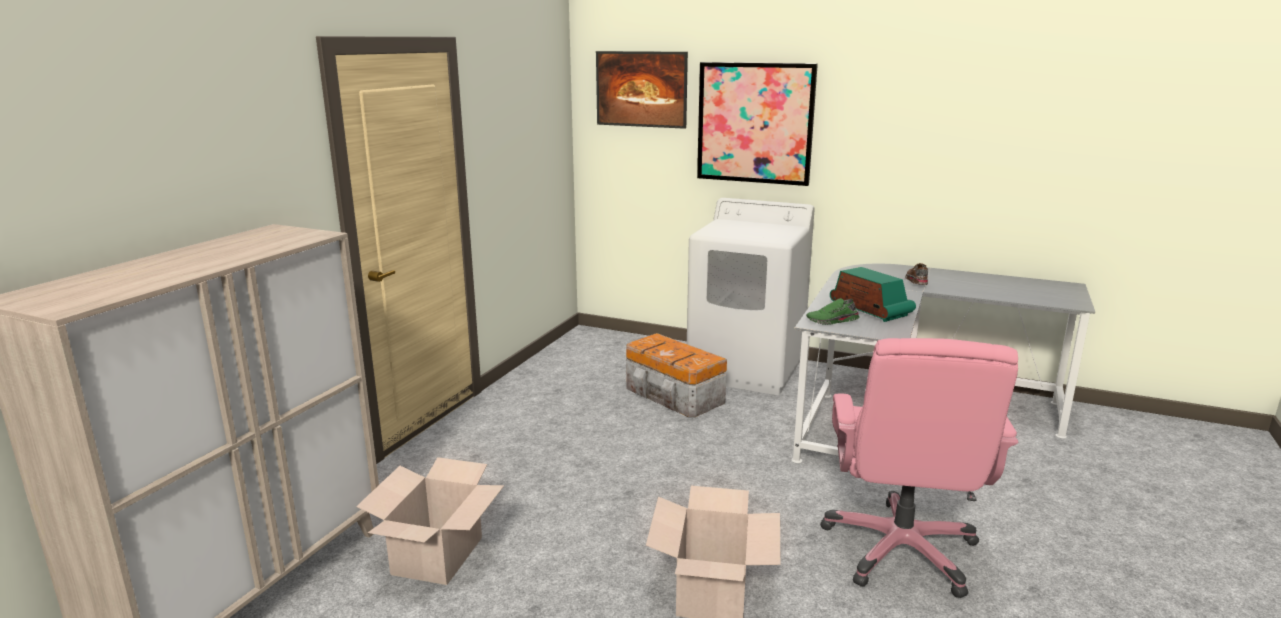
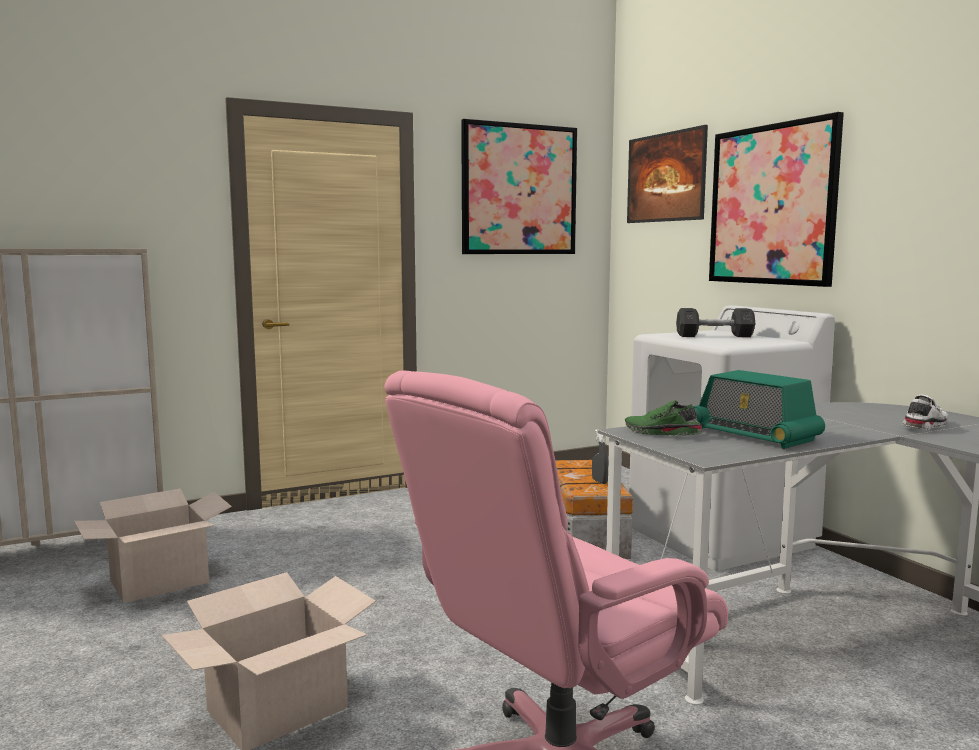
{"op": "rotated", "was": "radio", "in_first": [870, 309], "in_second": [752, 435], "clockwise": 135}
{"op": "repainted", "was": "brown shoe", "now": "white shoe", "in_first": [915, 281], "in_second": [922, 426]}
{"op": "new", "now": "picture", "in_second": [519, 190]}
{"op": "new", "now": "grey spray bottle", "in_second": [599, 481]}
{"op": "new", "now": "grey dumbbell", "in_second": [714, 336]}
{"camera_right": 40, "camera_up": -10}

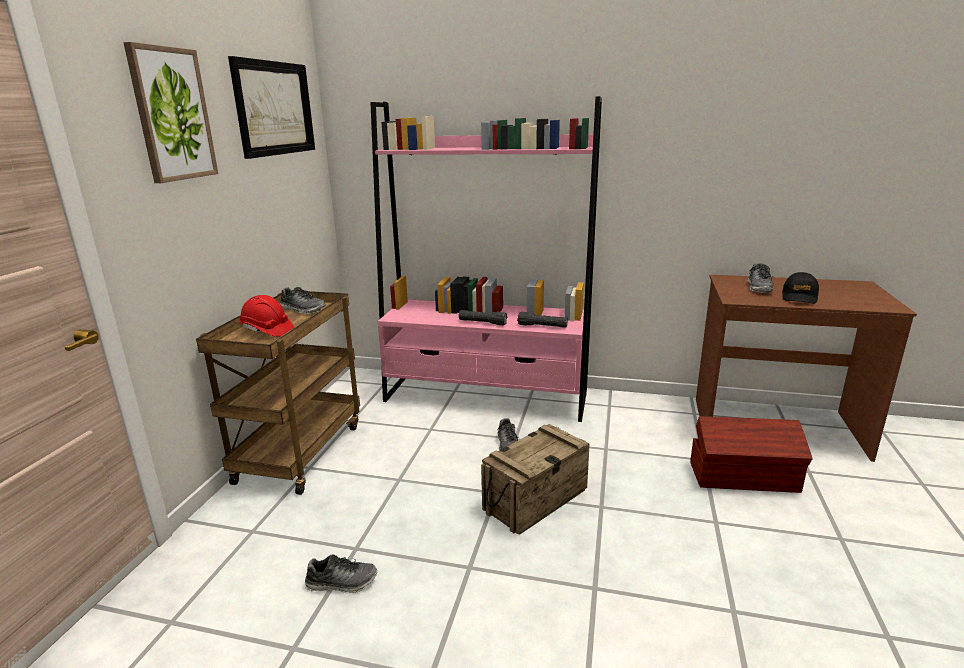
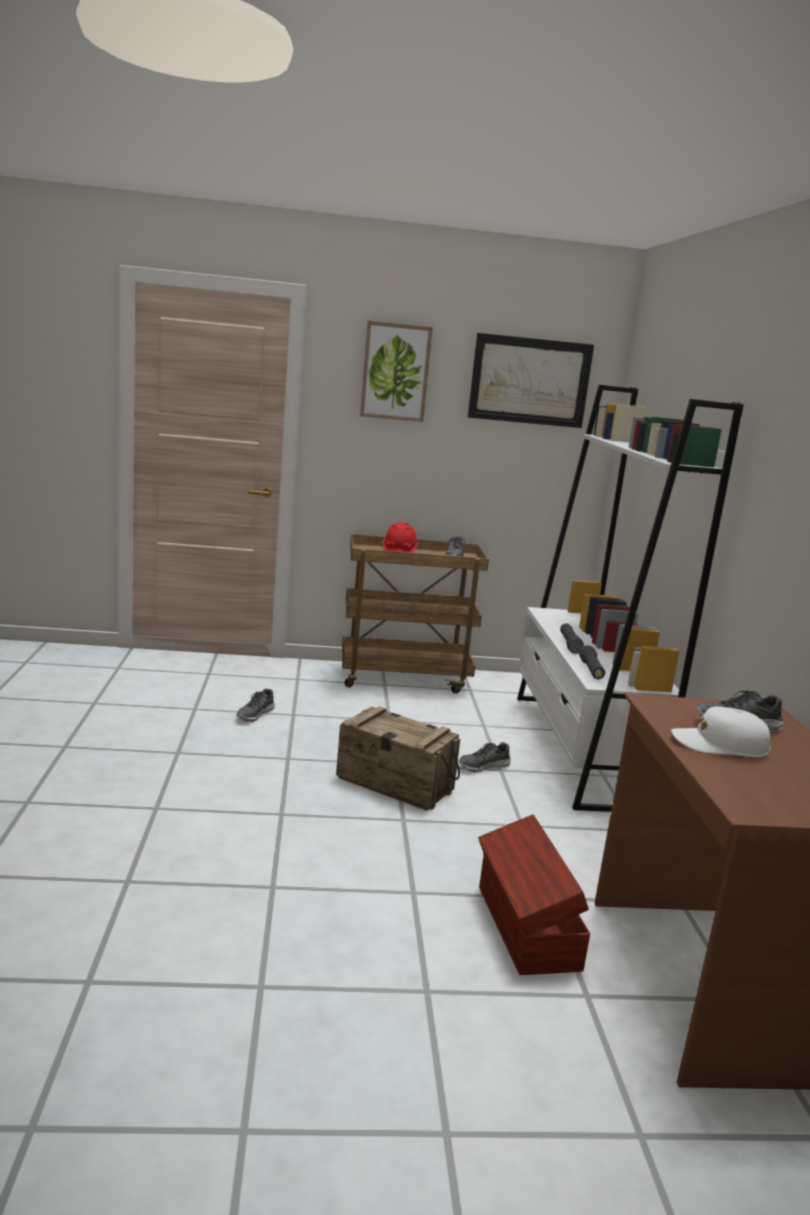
{"op": "rotated", "was": "shoe", "in_first": [342, 583], "in_second": [255, 714], "clockwise": 45}
{"op": "repainted", "was": "pink bookcase", "now": "white bookcase", "in_first": [486, 396], "in_second": [580, 749]}
{"op": "repainted", "was": "black cap", "now": "white cap", "in_first": [799, 297], "in_second": [719, 745]}
{"camera_right": 70, "camera_up": -5}

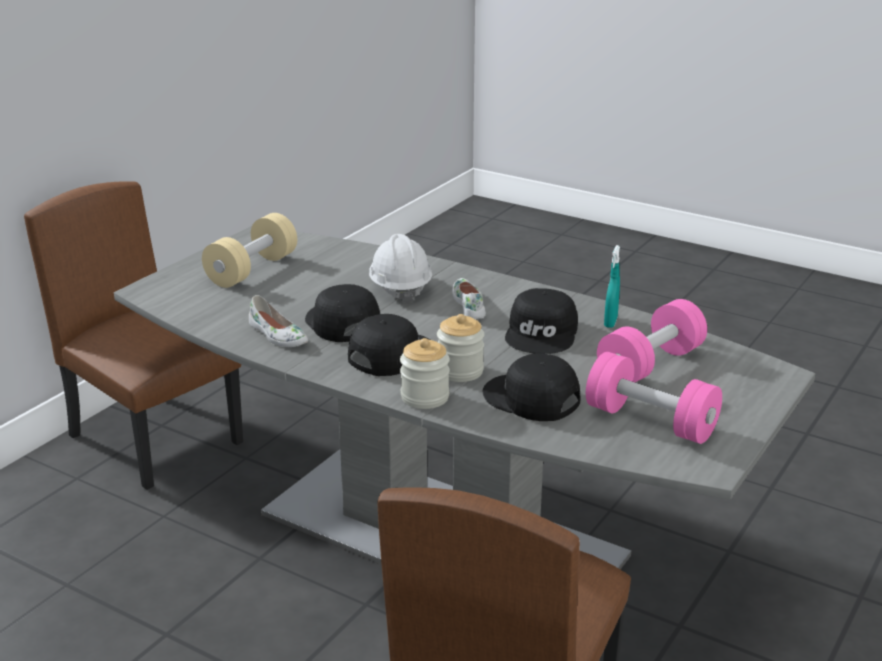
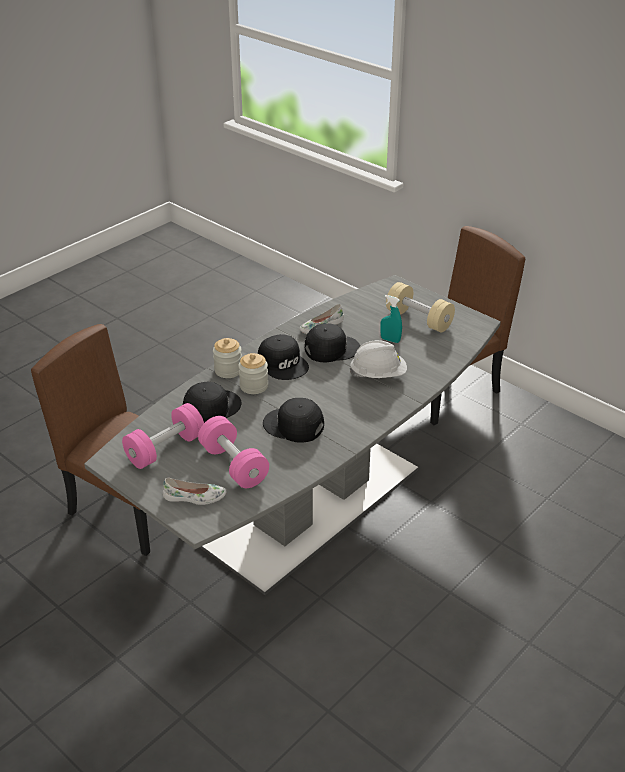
{"op": "shifted", "was": "white shoe", "in_first": [469, 304], "in_second": [194, 497]}
{"op": "shifted", "was": "turquoise spray bottle", "in_first": [610, 322], "in_second": [390, 340]}
{"camera_right": 100, "camera_up": 10}

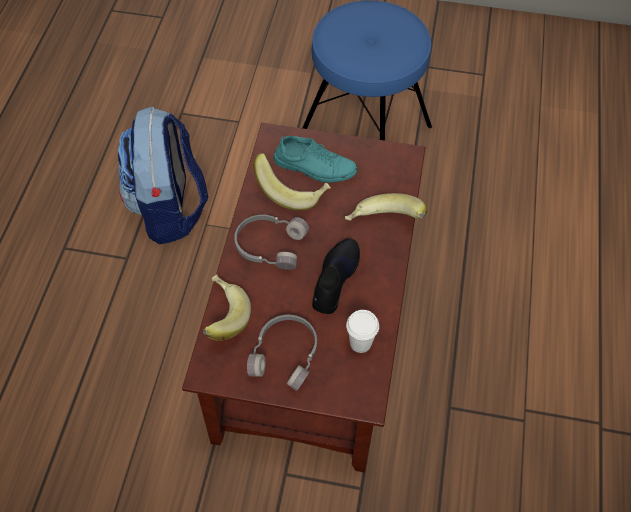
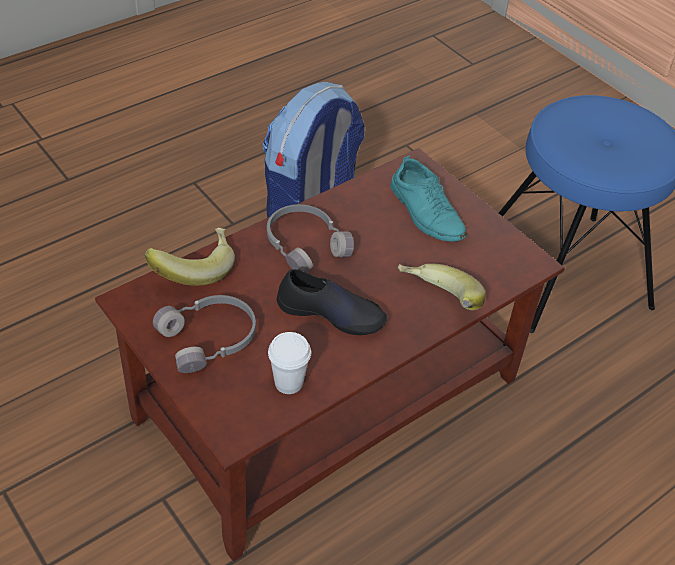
{"op": "gone", "was": "banana", "in_first": [292, 191]}
{"op": "rotated", "was": "black shoe", "in_first": [335, 279], "in_second": [331, 313], "clockwise": 45}
{"camera_right": 40, "camera_up": -10}

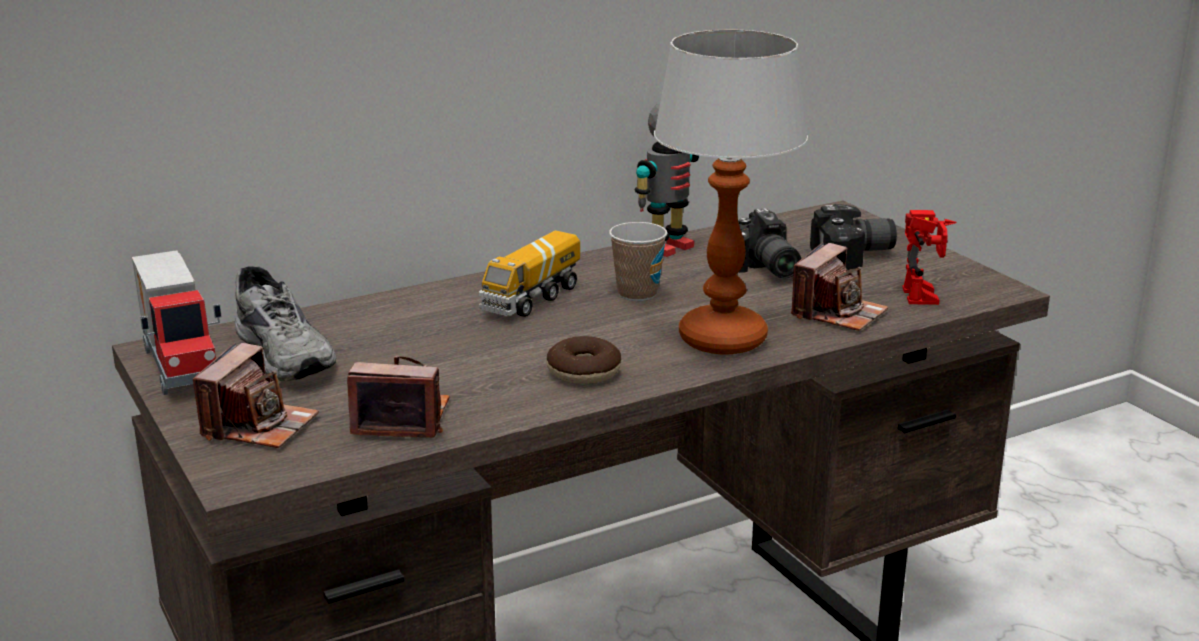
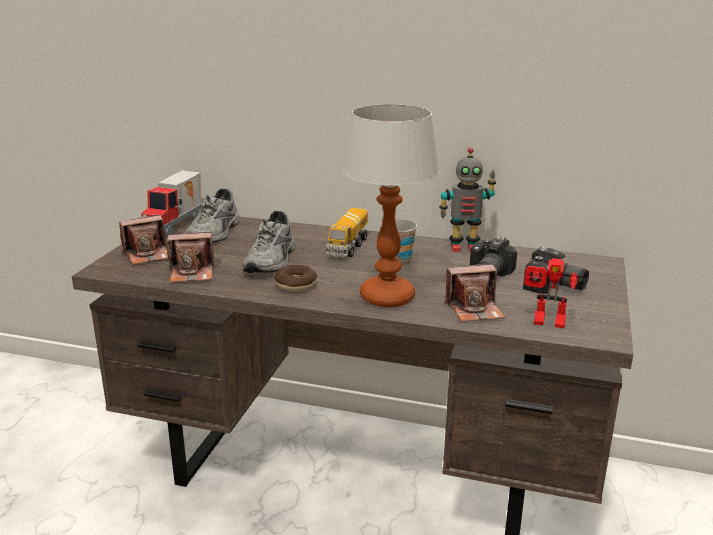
{"op": "rotated", "was": "photo camera", "in_first": [402, 419], "in_second": [192, 273], "clockwise": 120}
{"op": "rotated", "was": "toy truck", "in_first": [531, 299], "in_second": [347, 247], "clockwise": -60}
{"op": "rotated", "was": "toy robot", "in_first": [927, 297], "in_second": [546, 323], "clockwise": 60}
{"op": "new", "now": "grey shoe", "in_second": [273, 260]}
{"camera_right": 45, "camera_up": 0}

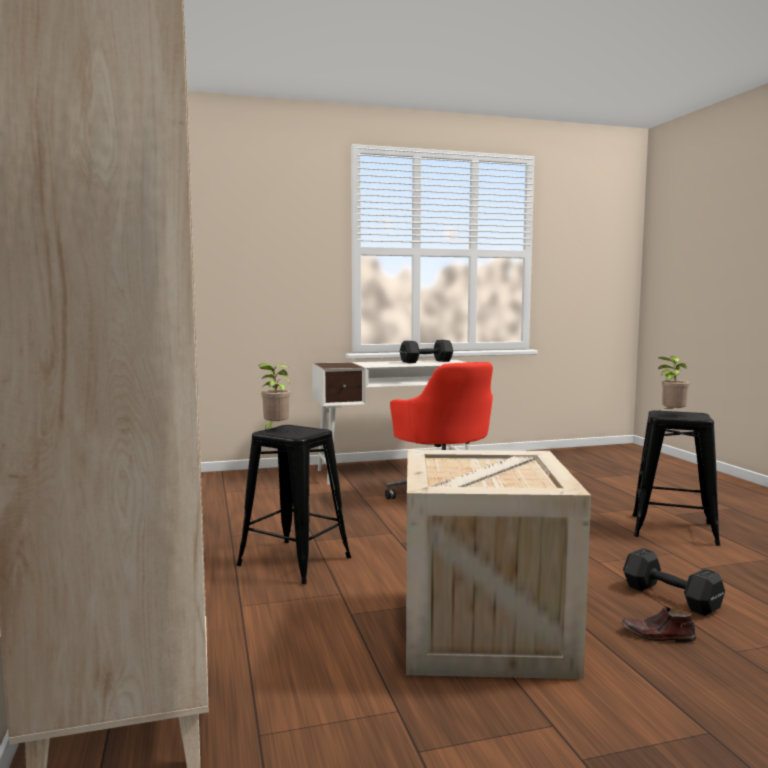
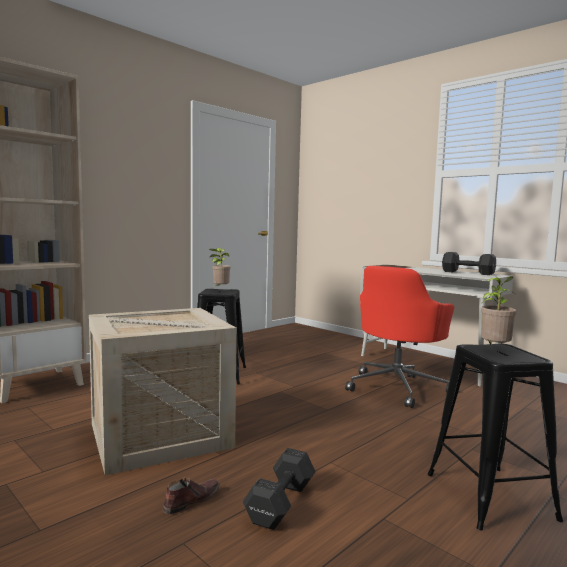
{"op": "rotated", "was": "brown shoe", "in_first": [657, 636], "in_second": [191, 500], "clockwise": 60}
{"camera_right": 60, "camera_up": 0}

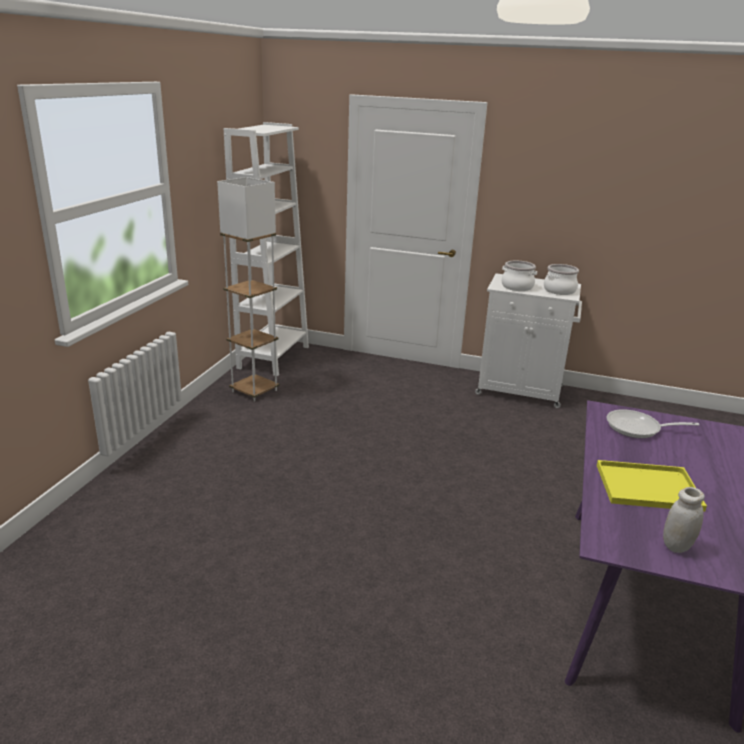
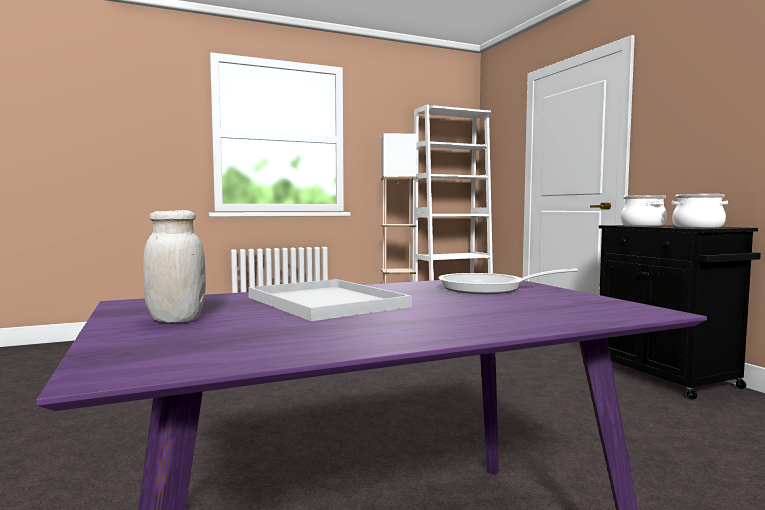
{"op": "repainted", "was": "white cabinet", "now": "black cabinet", "in_first": [521, 390], "in_second": [667, 377]}
{"op": "repainted", "was": "yellow tray", "now": "white tray", "in_first": [646, 487], "in_second": [323, 301]}
{"op": "rotated", "was": "frying pan", "in_first": [638, 428], "in_second": [489, 288], "clockwise": -60}
{"camera_right": 50, "camera_up": -20}

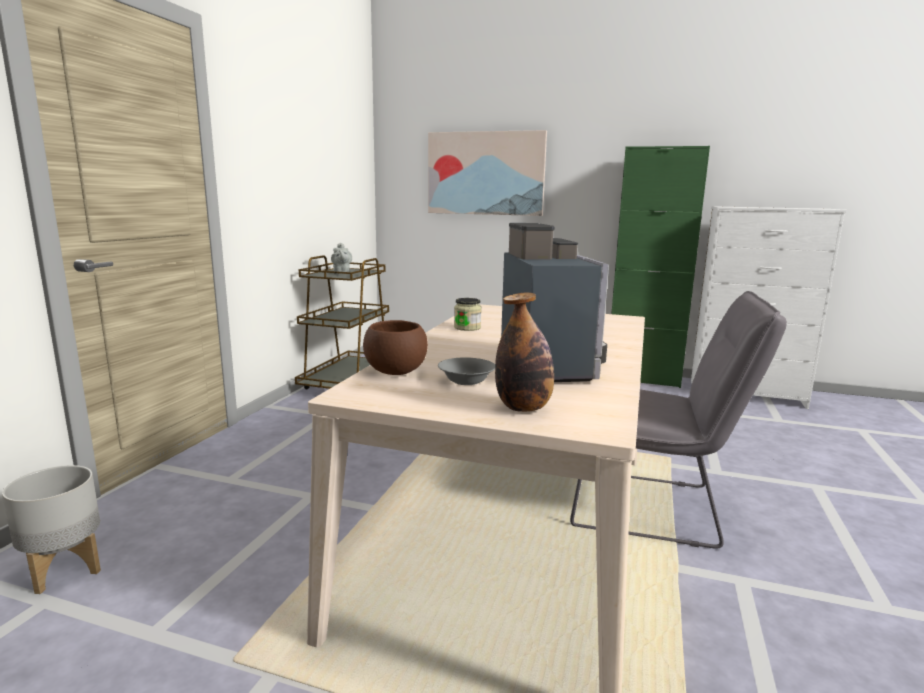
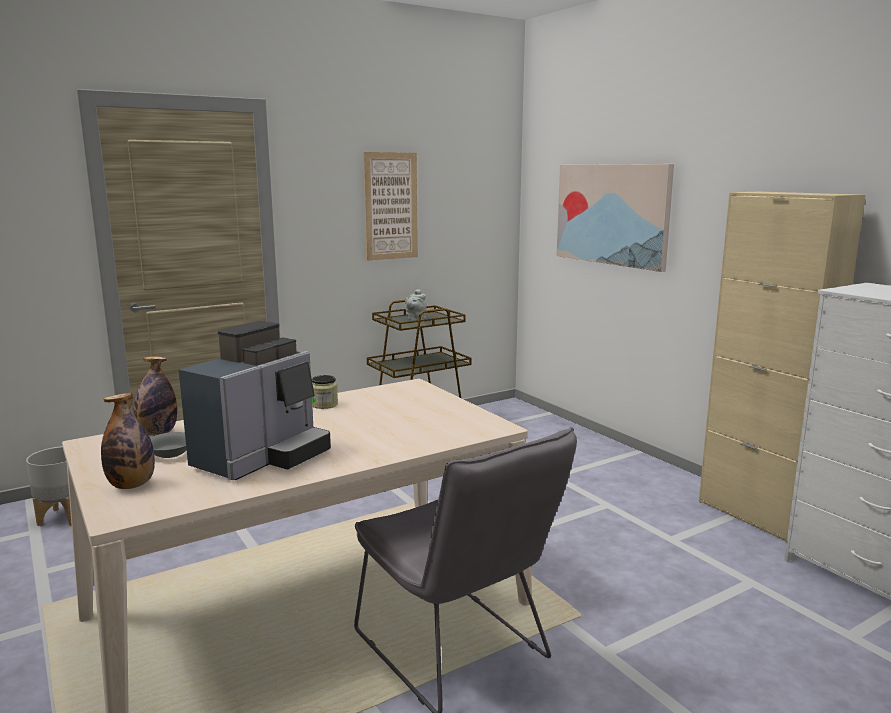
{"op": "swapped", "was": "brown bowl", "now": "bottle", "in_first": [395, 372], "in_second": [157, 433]}
{"op": "repainted", "was": "green cabinet", "now": "beige cabinet", "in_first": [642, 379], "in_second": [754, 515]}
{"op": "new", "now": "picture", "in_second": [391, 206]}
{"camera_right": 40, "camera_up": 0}

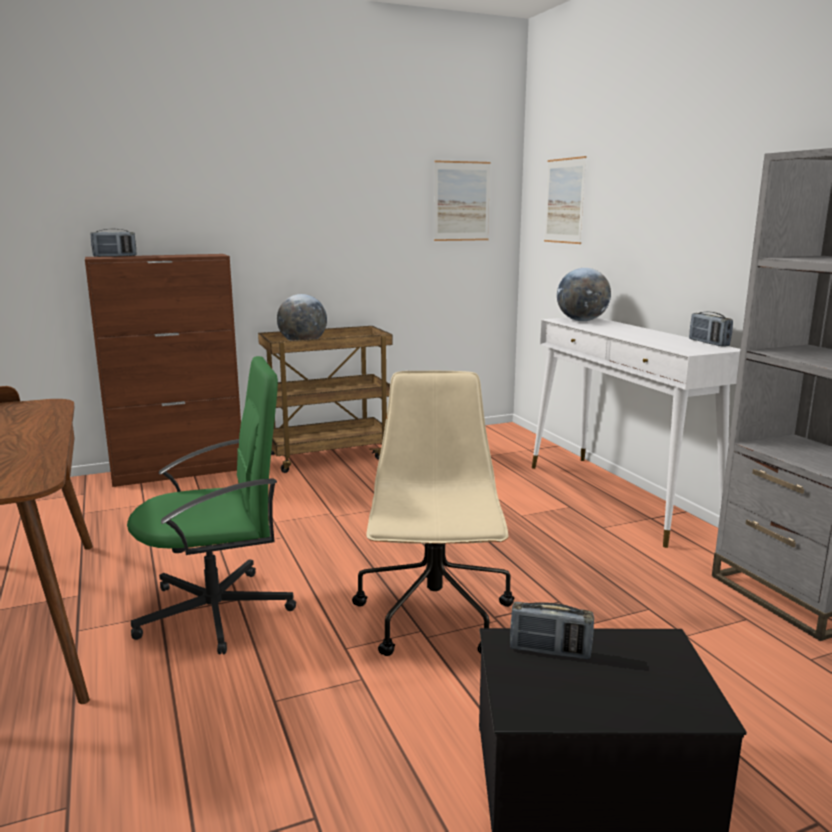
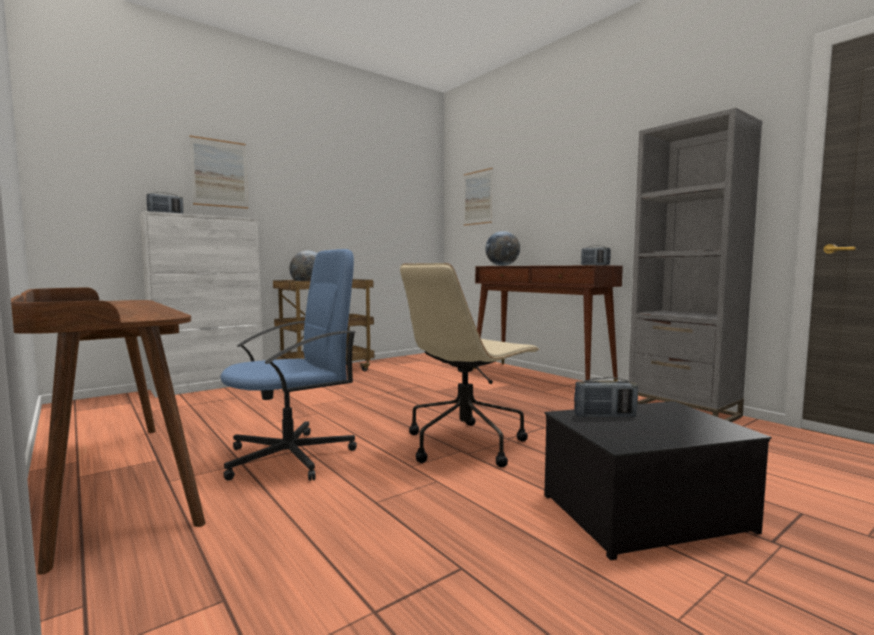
{"op": "repainted", "was": "brown cabinet", "now": "white cabinet", "in_first": [179, 471], "in_second": [210, 386]}
{"op": "repainted", "was": "green office chair", "now": "blue office chair", "in_first": [217, 611], "in_second": [292, 457]}
{"op": "rotated", "was": "beige office chair", "in_first": [434, 618], "in_second": [466, 443], "clockwise": -120}
{"op": "shifted", "was": "picture", "in_first": [461, 201], "in_second": [219, 173]}
{"op": "repainted", "was": "white console table", "now": "brown console table", "in_first": [618, 497], "in_second": [539, 378]}
{"camera_right": -15, "camera_up": -10}

